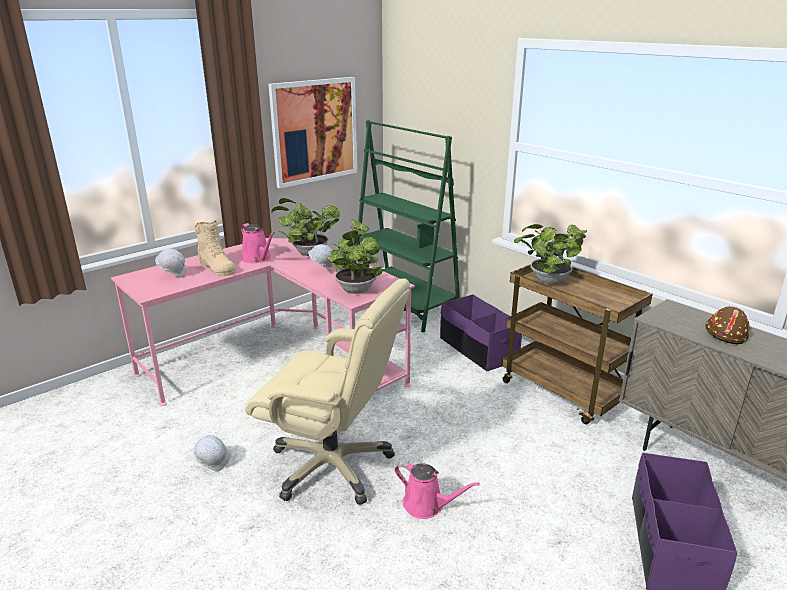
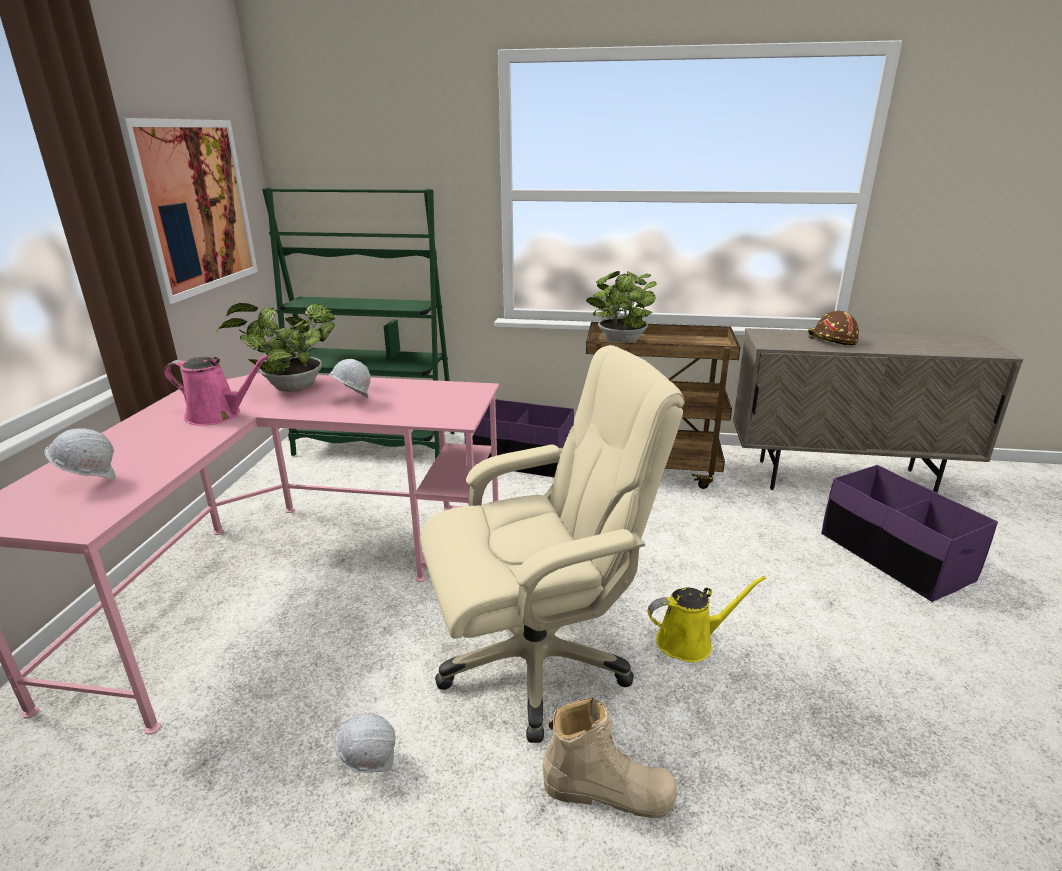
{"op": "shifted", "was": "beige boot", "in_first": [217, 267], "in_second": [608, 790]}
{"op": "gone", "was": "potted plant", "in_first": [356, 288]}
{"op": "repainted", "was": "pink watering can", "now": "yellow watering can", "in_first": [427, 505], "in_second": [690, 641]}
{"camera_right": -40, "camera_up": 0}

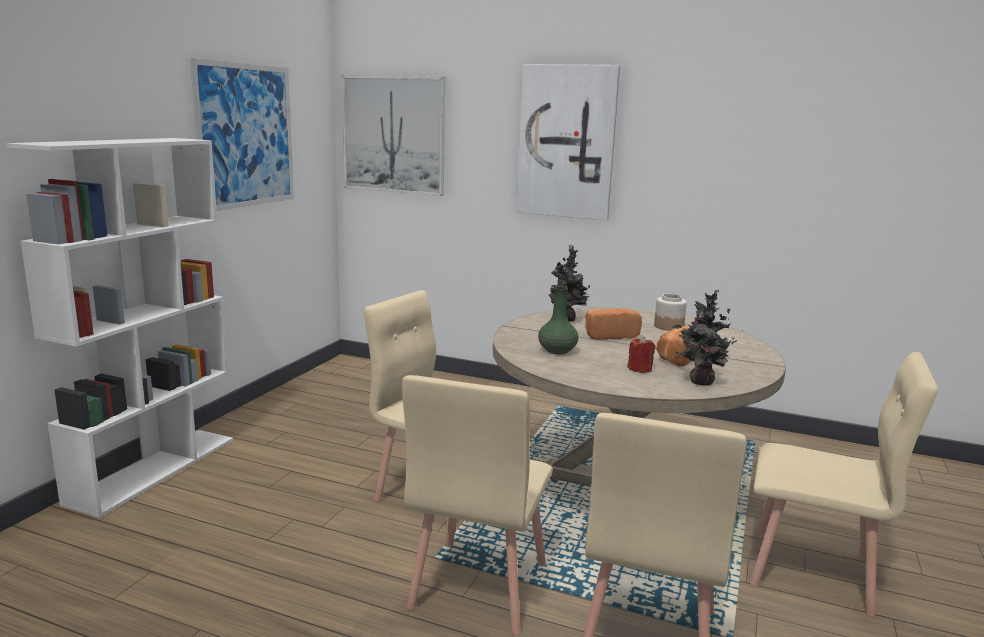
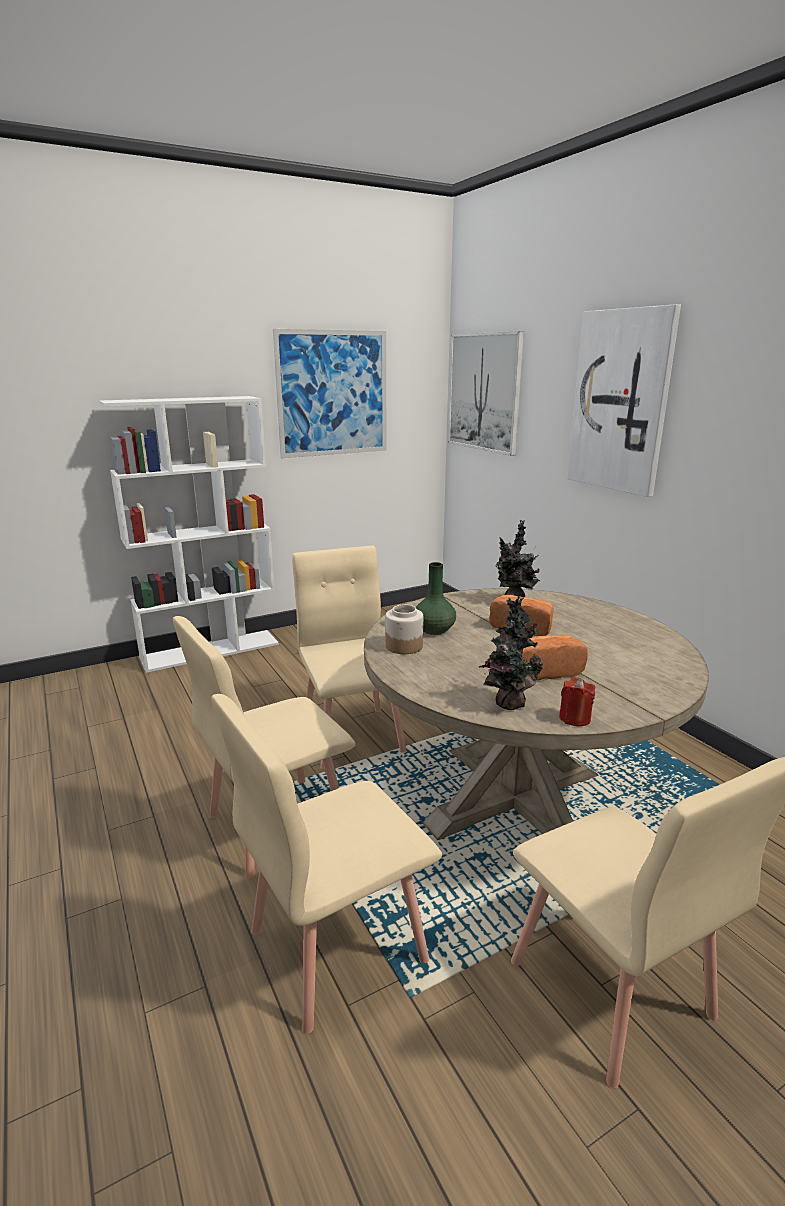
{"op": "shifted", "was": "red candle", "in_first": [640, 369], "in_second": [574, 718]}
{"op": "shifted", "was": "jar", "in_first": [669, 326], "in_second": [404, 646]}
{"camera_right": 40, "camera_up": 5}

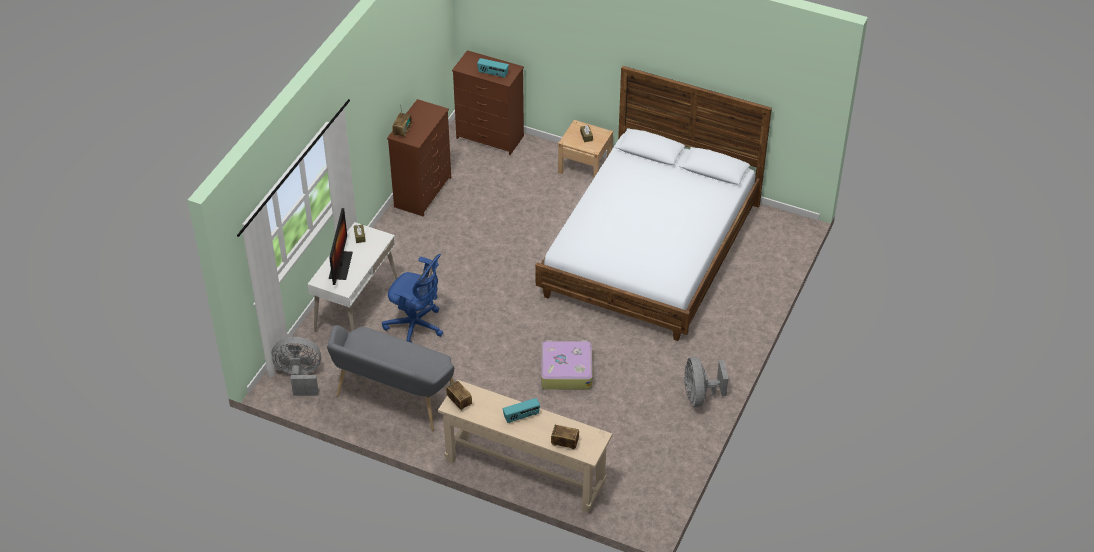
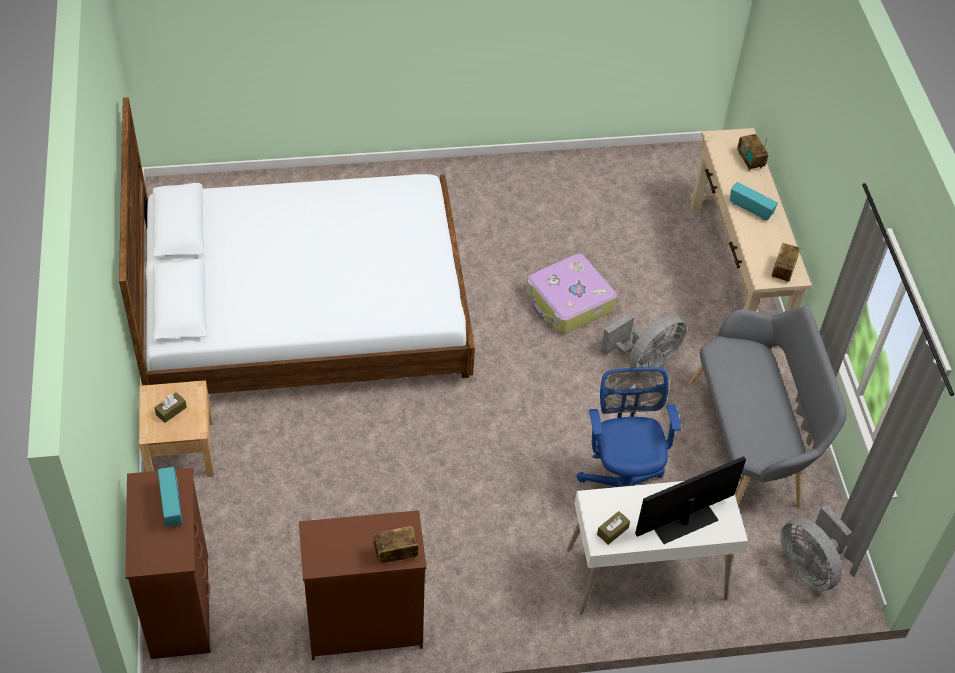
{"op": "shifted", "was": "grey fan", "in_first": [700, 396], "in_second": [644, 362]}
{"camera_right": -125, "camera_up": 5}

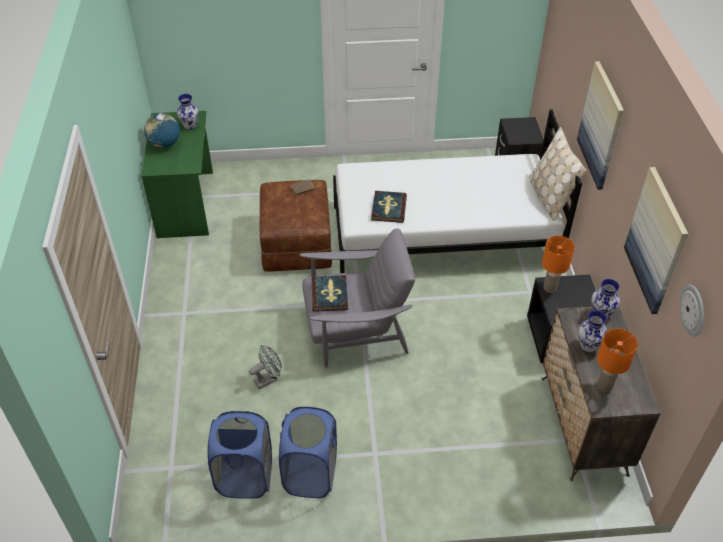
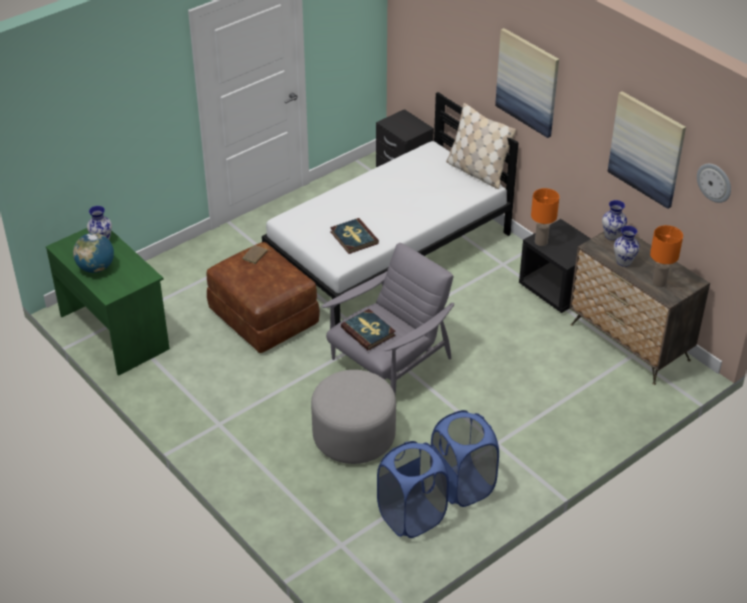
{"op": "swapped", "was": "grey fan", "now": "grey ottoman", "in_first": [268, 379], "in_second": [353, 436]}
{"camera_right": -35, "camera_up": -5}

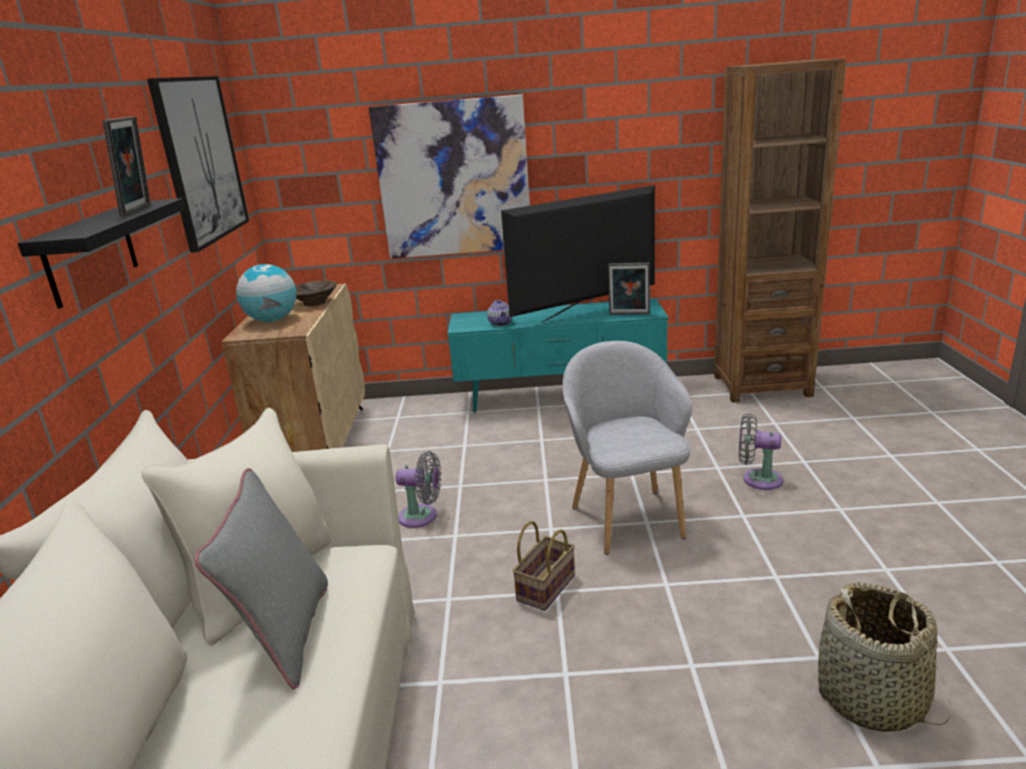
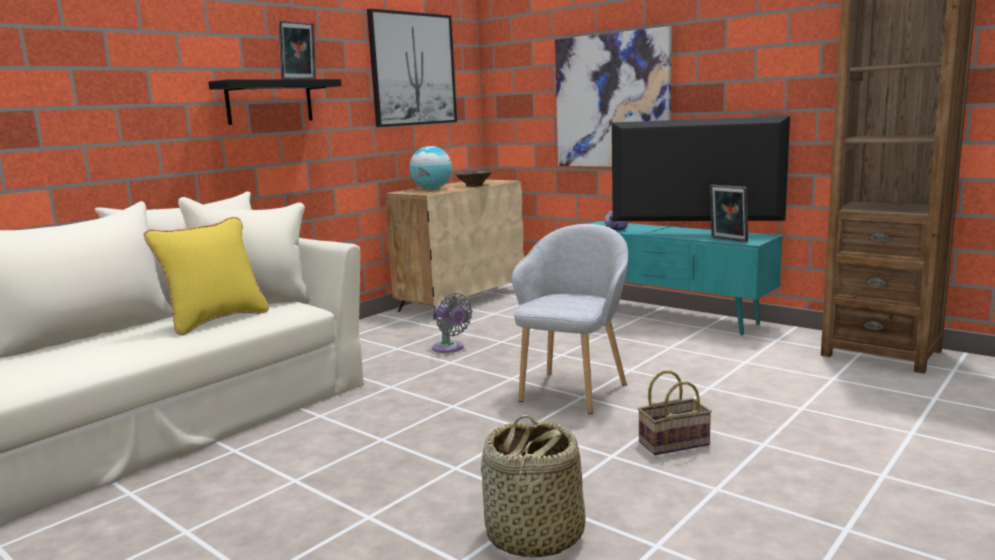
{"op": "repainted", "was": "grey pillow", "now": "yellow pillow", "in_first": [286, 634], "in_second": [216, 320]}
{"op": "shifted", "was": "basket", "in_first": [545, 586], "in_second": [674, 442]}
{"op": "gone", "was": "grey fan", "in_first": [758, 479]}
{"camera_right": 40, "camera_up": -10}

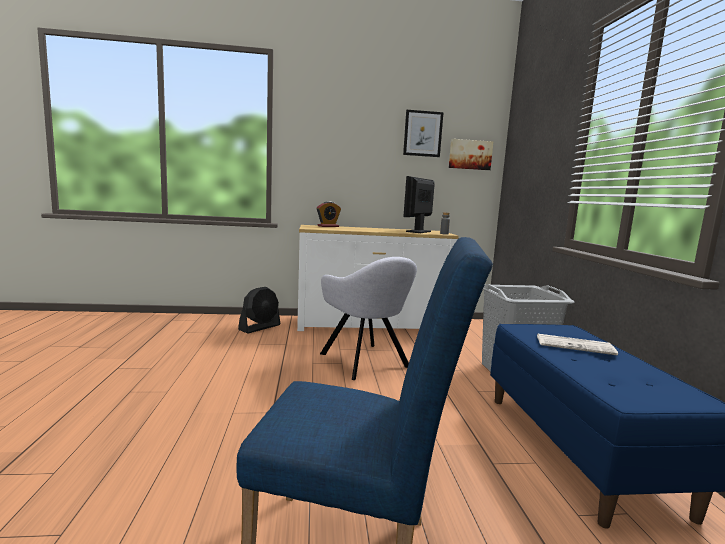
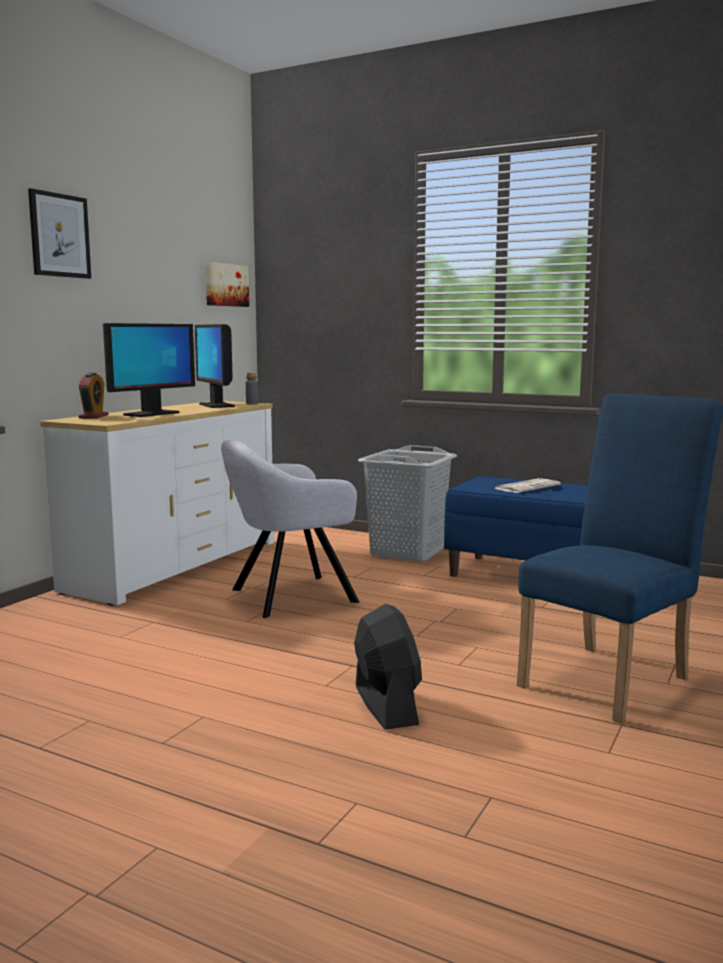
{"op": "shifted", "was": "black fan", "in_first": [260, 327], "in_second": [385, 705]}
{"op": "rotated", "was": "grey armchair", "in_first": [366, 362], "in_second": [288, 596], "clockwise": 150}
{"op": "shifted", "was": "picture", "in_first": [422, 133], "in_second": [59, 235]}
{"op": "new", "now": "monitor", "in_second": [151, 414]}
{"camera_right": -55, "camera_up": 0}

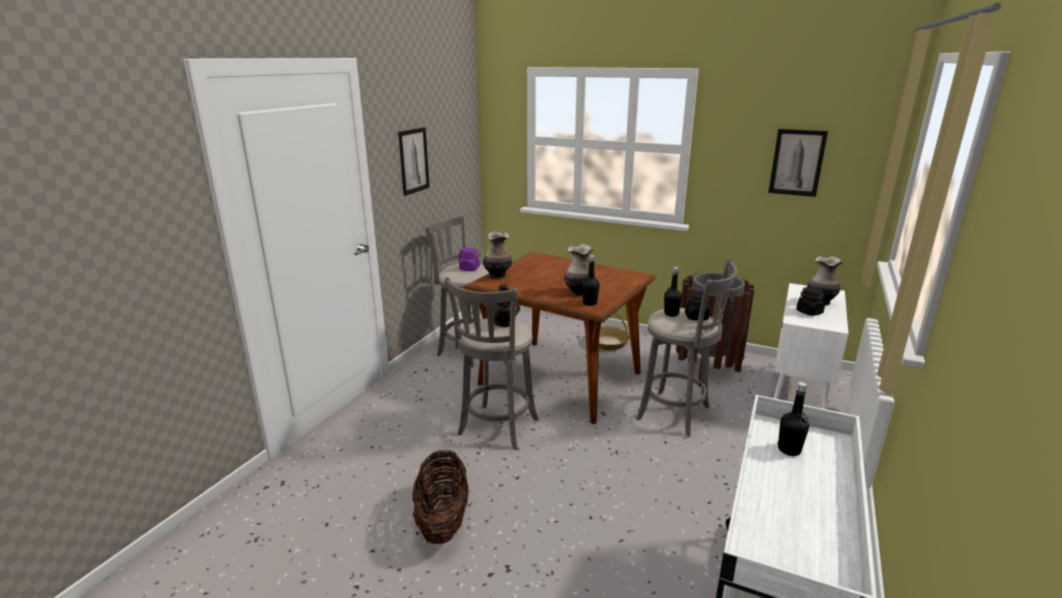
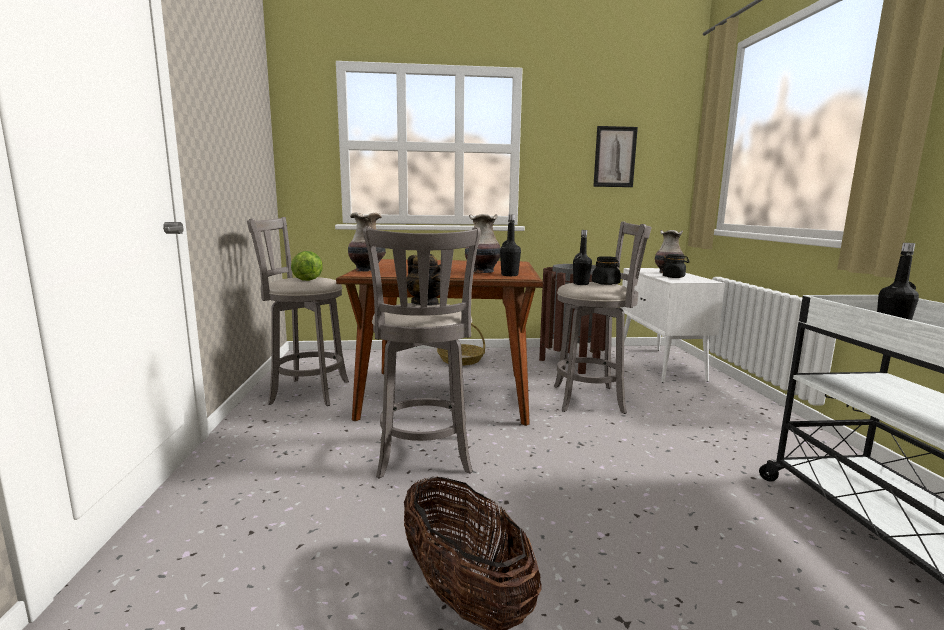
{"op": "gone", "was": "picture", "in_first": [413, 161]}
{"op": "swapped", "was": "purple jar", "now": "lettuce", "in_first": [469, 269], "in_second": [308, 279]}
{"camera_right": -30, "camera_up": -10}

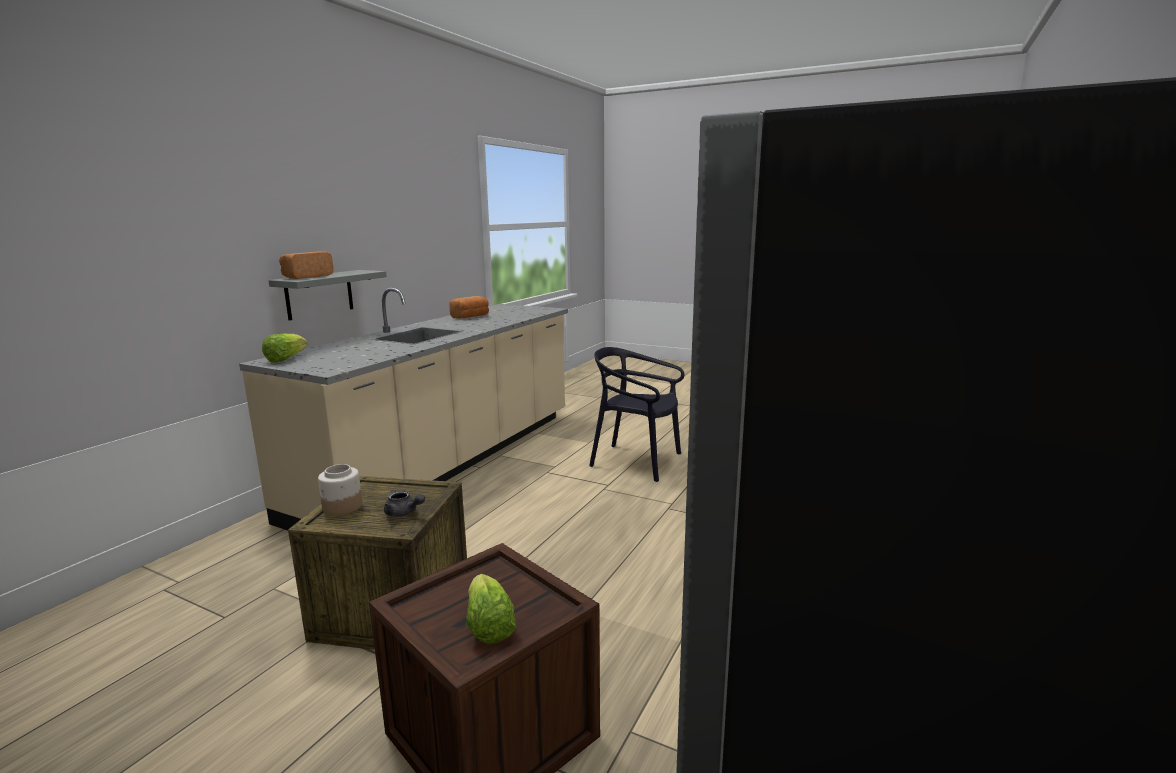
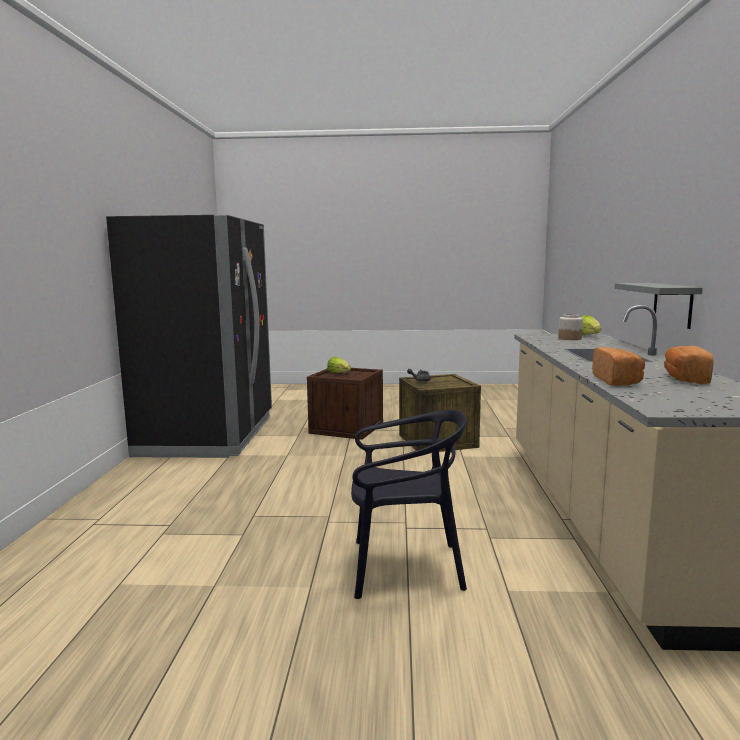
{"op": "shifted", "was": "bread", "in_first": [306, 277], "in_second": [617, 381]}
{"op": "shifted", "was": "jar", "in_first": [342, 507], "in_second": [569, 338]}
{"camera_right": 155, "camera_up": -5}

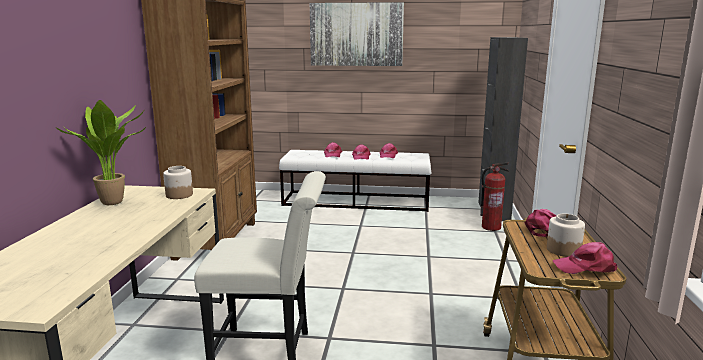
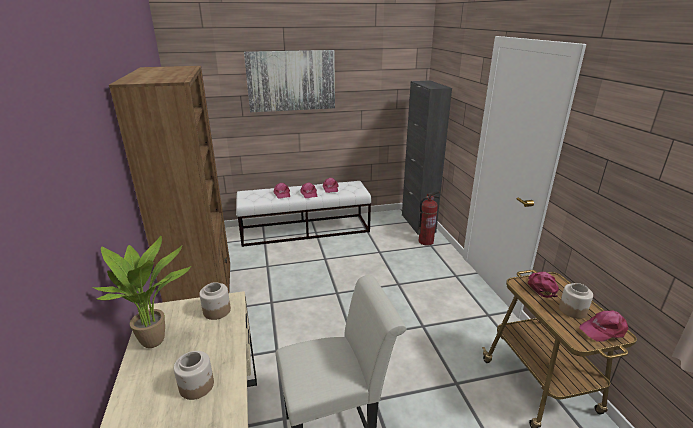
{"op": "new", "now": "jar", "in_second": [197, 385]}
{"camera_right": -20, "camera_up": 10}

